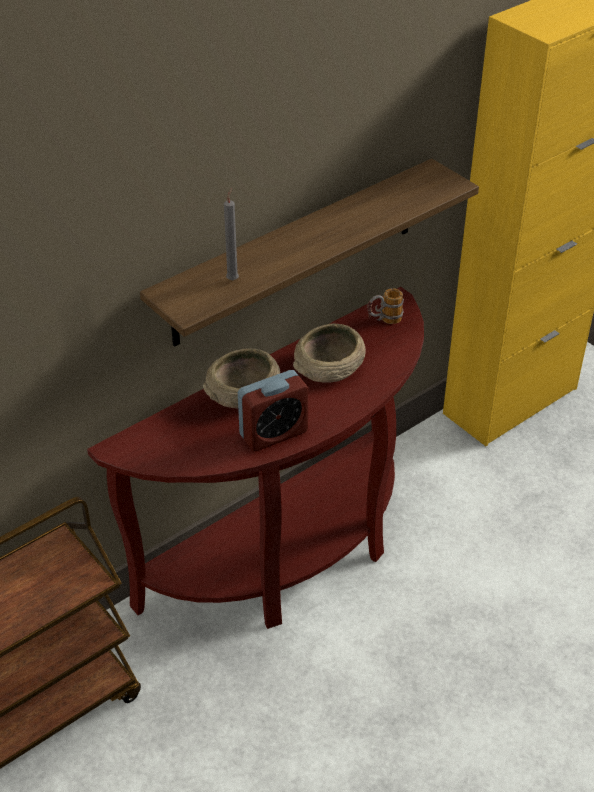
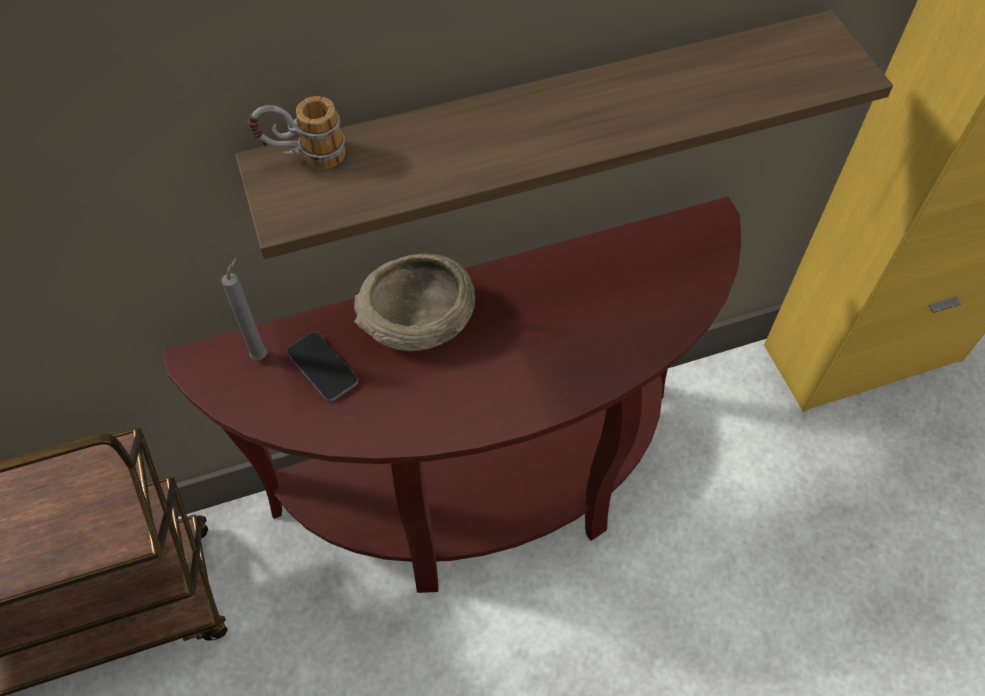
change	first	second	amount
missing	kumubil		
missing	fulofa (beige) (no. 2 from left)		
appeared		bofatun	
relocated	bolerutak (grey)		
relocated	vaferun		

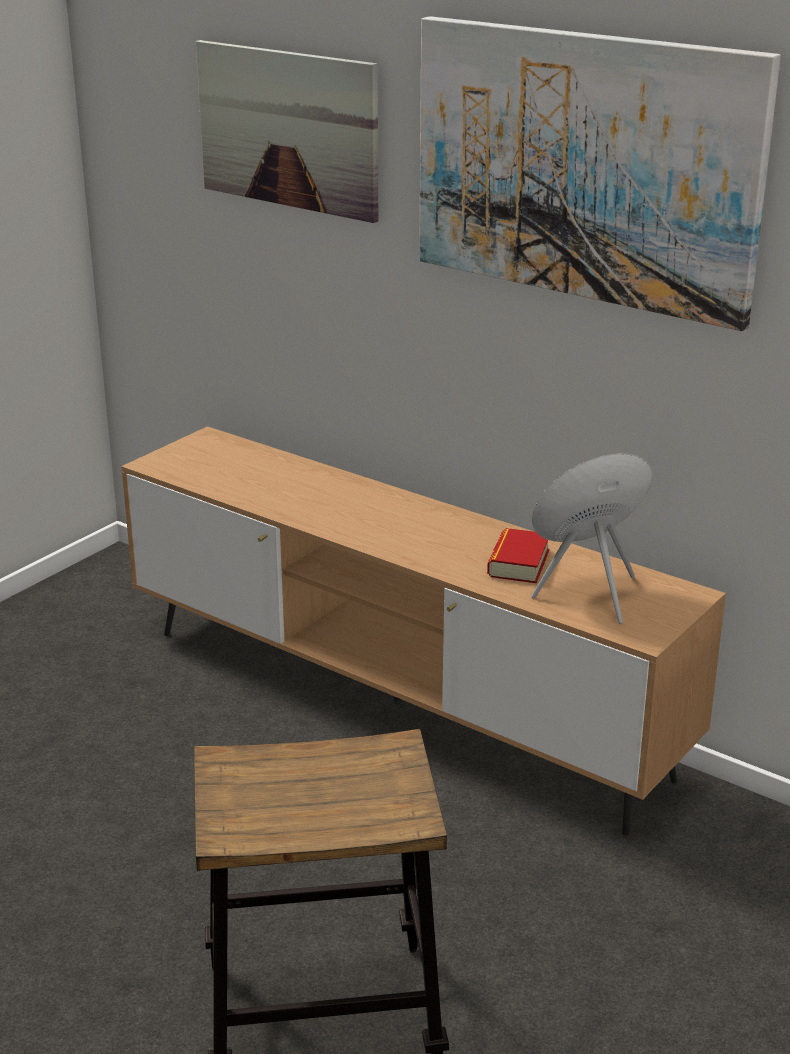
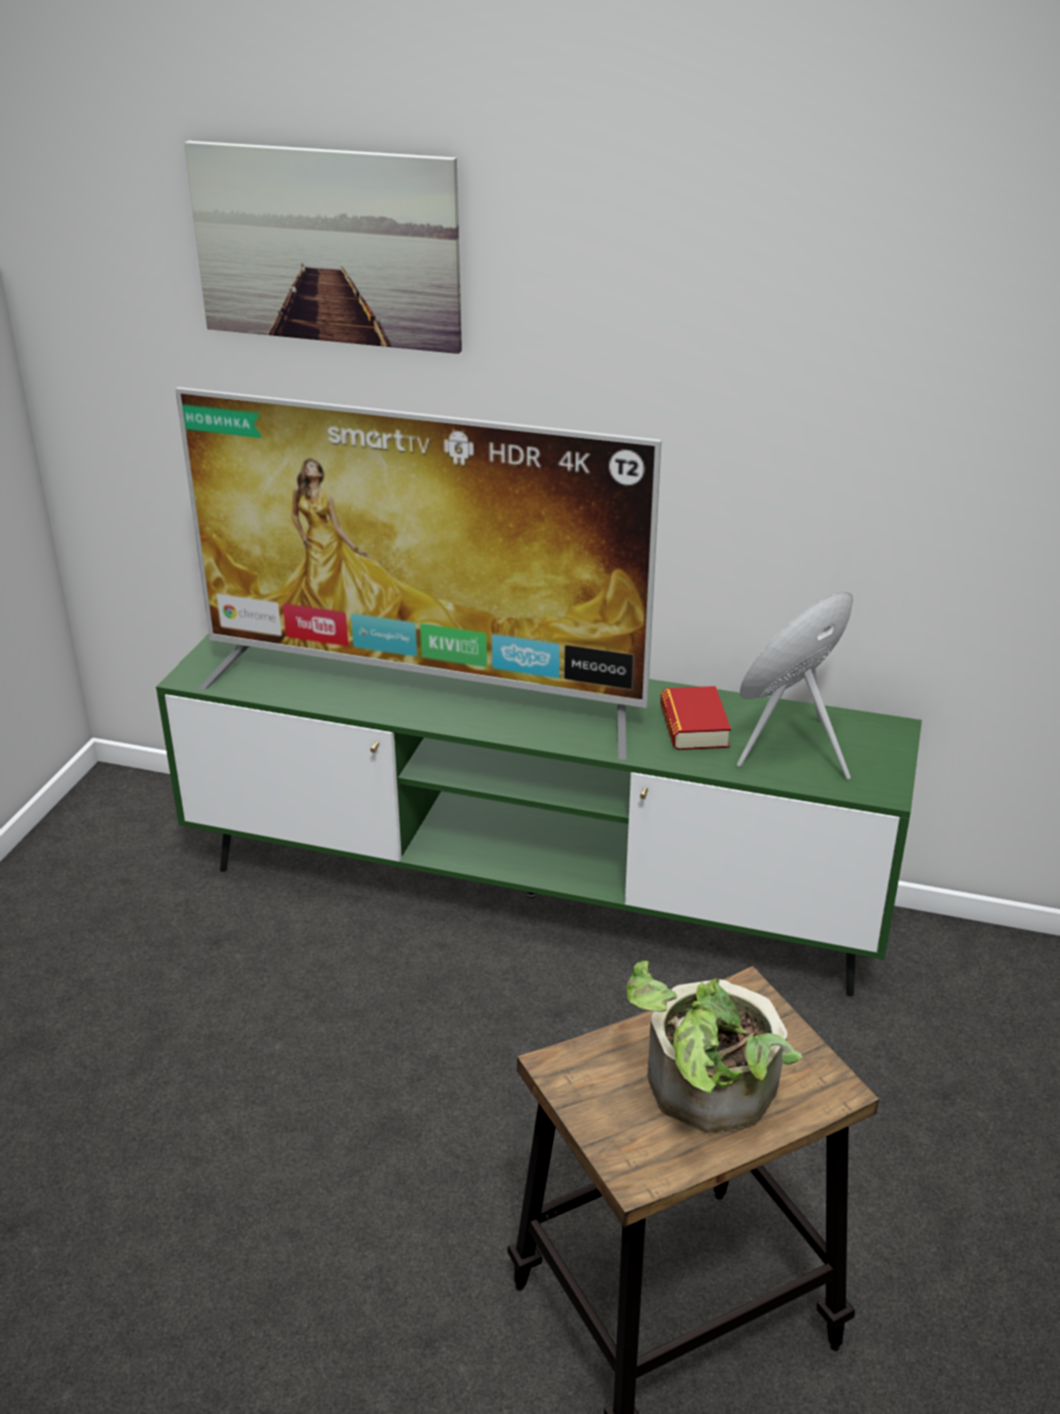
change	first	second	amount
missing	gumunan (no. 2 from left)		
appeared		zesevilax	
appeared		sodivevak	
colour	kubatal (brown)	kubatal (green)	

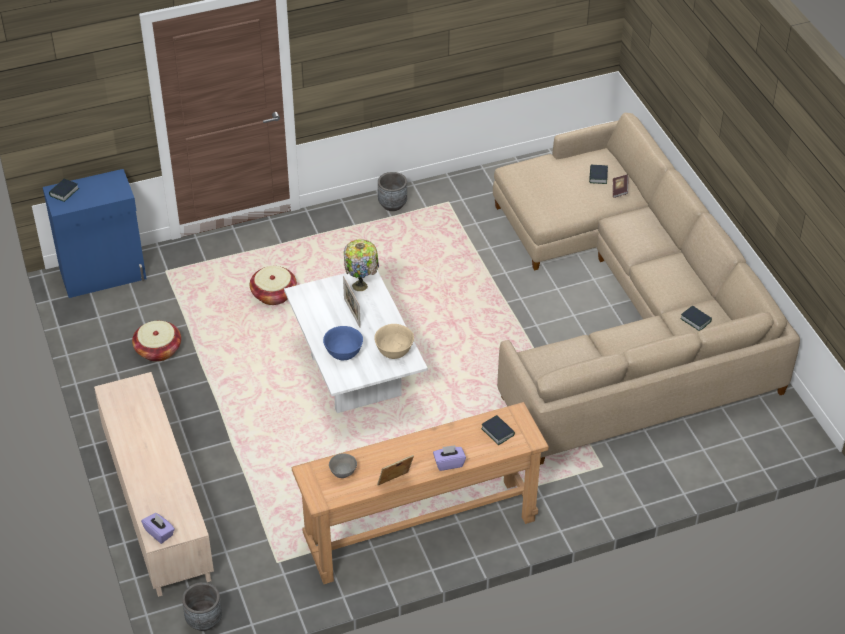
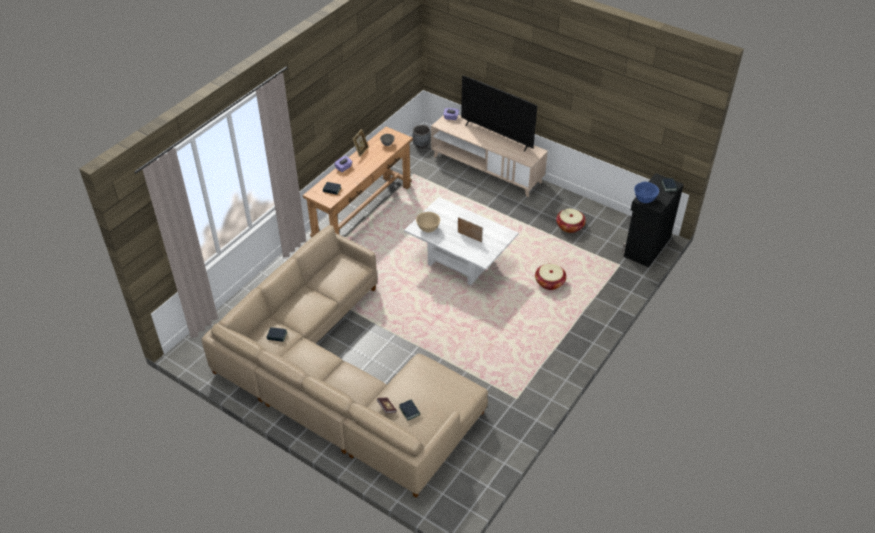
change	first	second	amount
missing	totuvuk		
missing	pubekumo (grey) (no. 2 from left)		
appeared		zesevilax	
relocated	fulofa (blue)		
colour	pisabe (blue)	pisabe (black)	

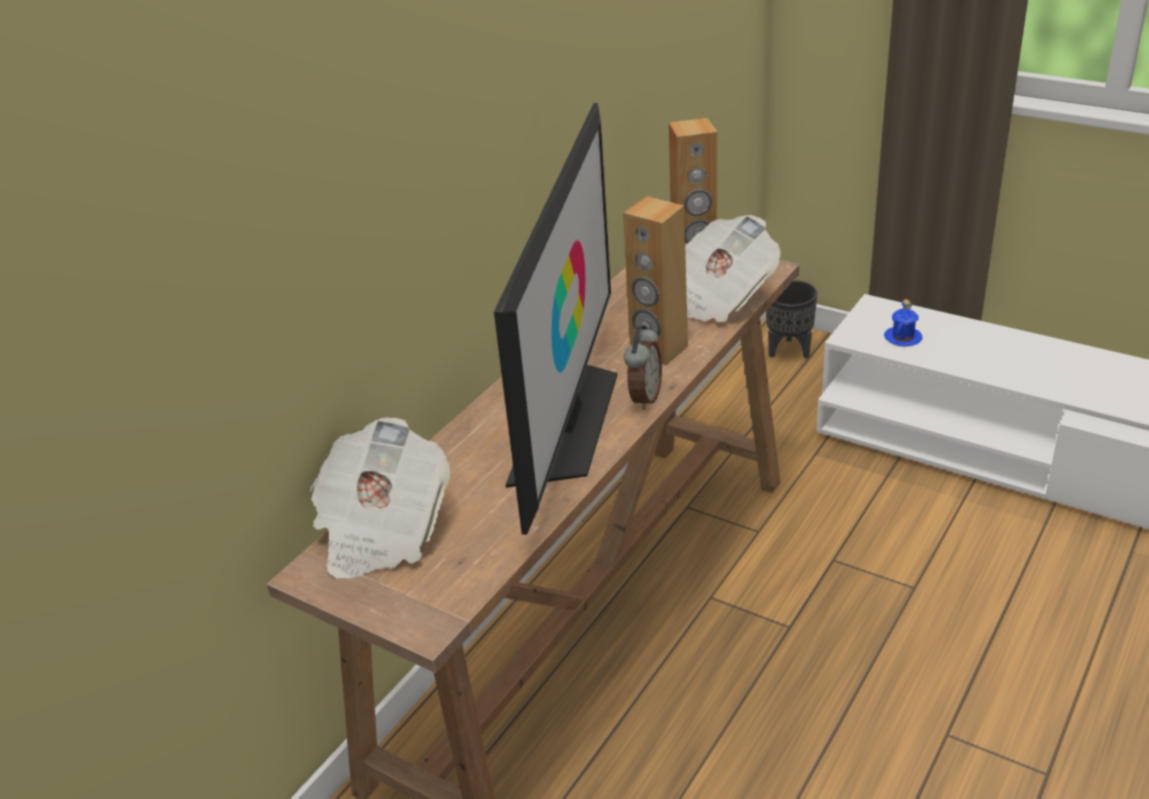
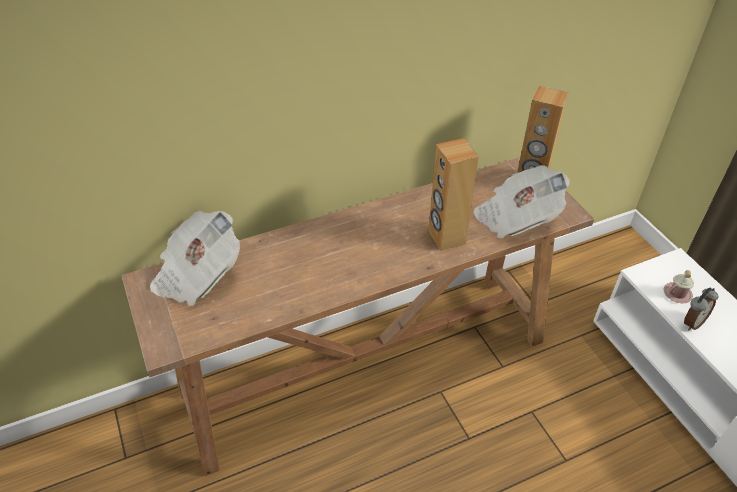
change	first	second	amount
missing	zesevilax		
missing	pubekumo (black)		
relocated	kumubil		
colour	vaferun (blue)	vaferun (pink)	

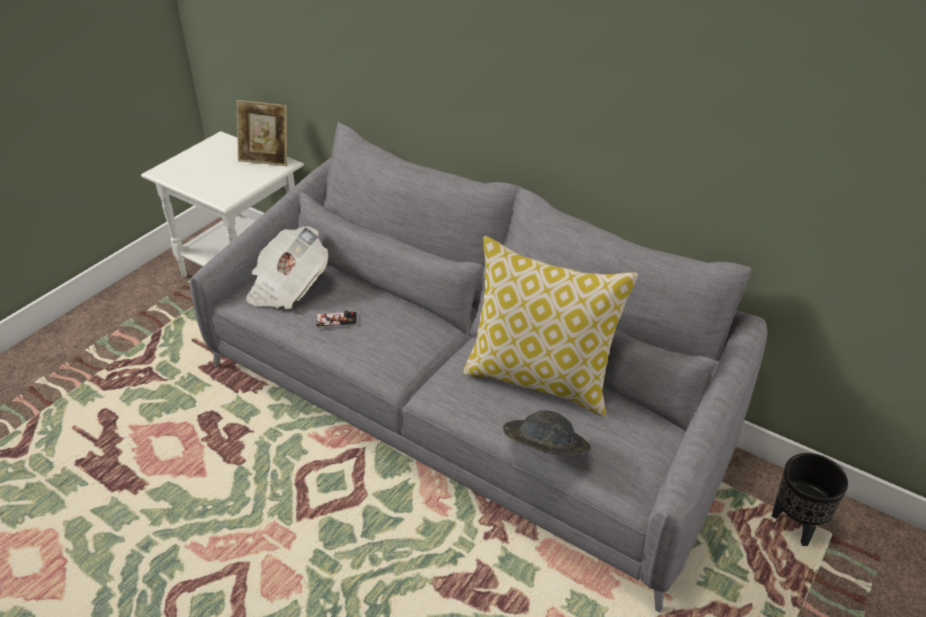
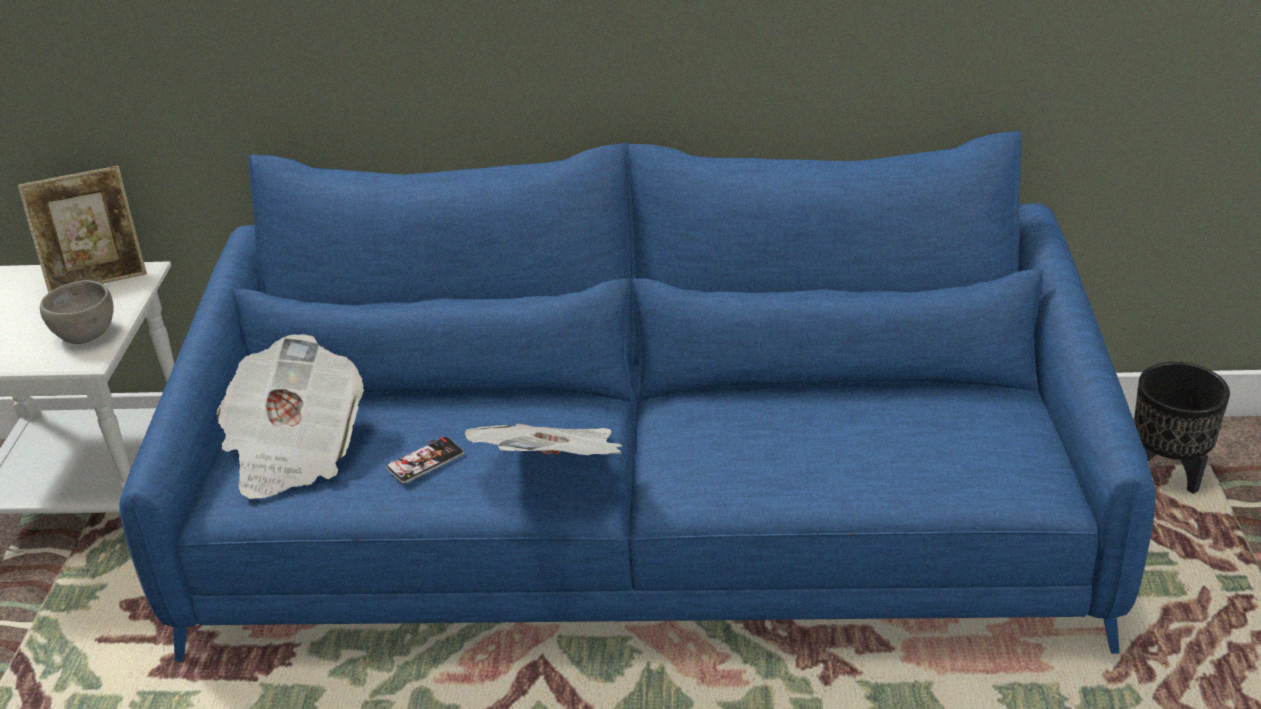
change	first	second	amount
missing	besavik		
missing	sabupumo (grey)		
appeared		fulofa (grey)	
appeared		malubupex (no. 2 from left)	
colour	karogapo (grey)	karogapo (blue)	

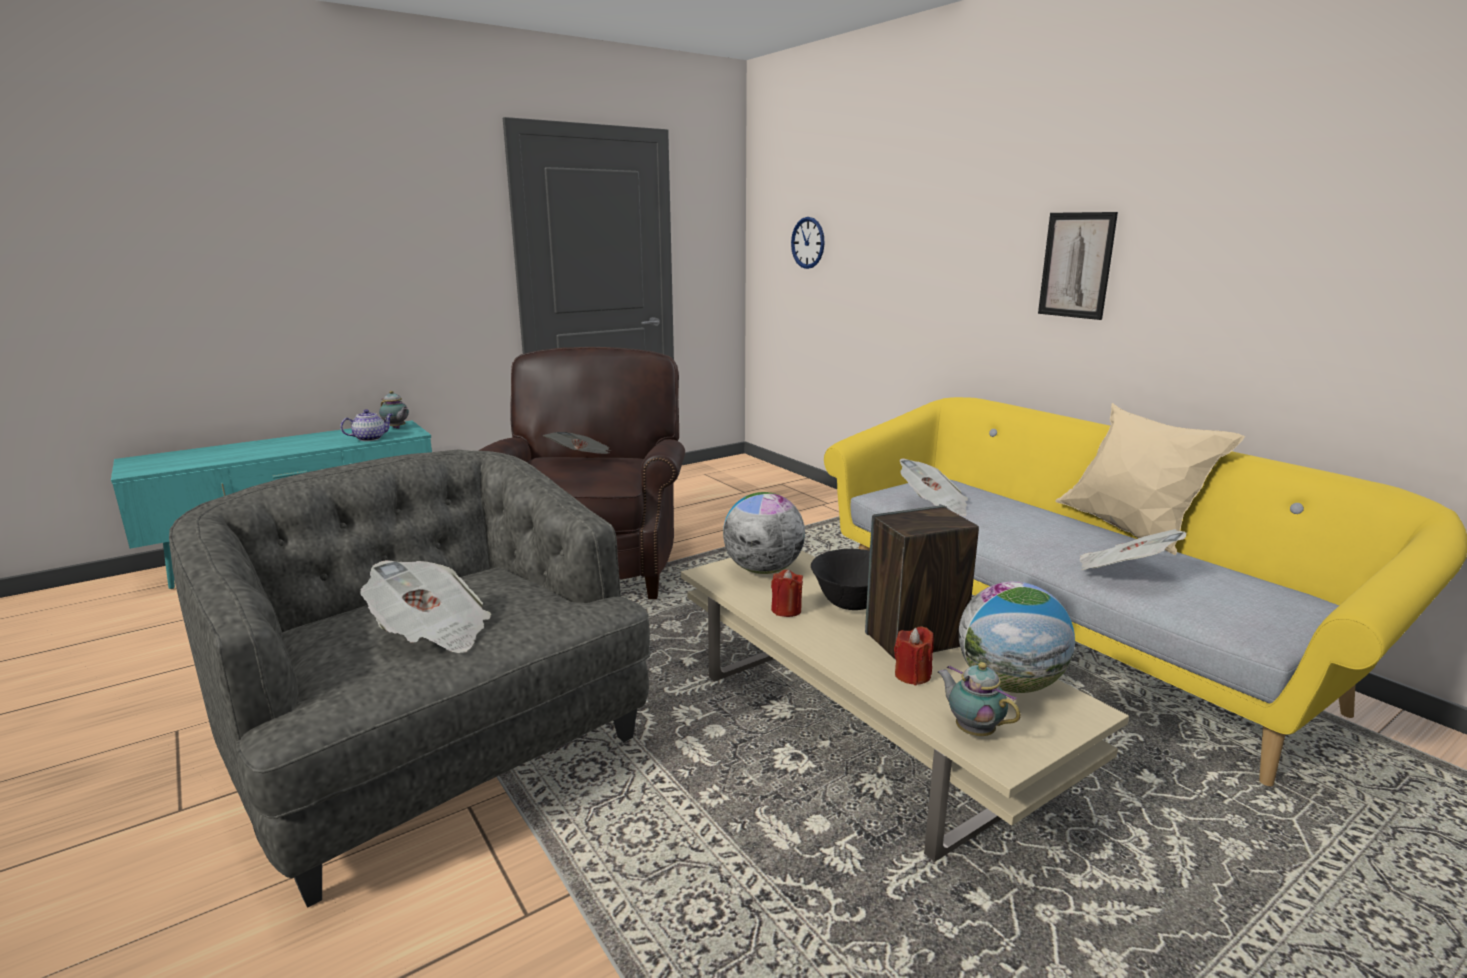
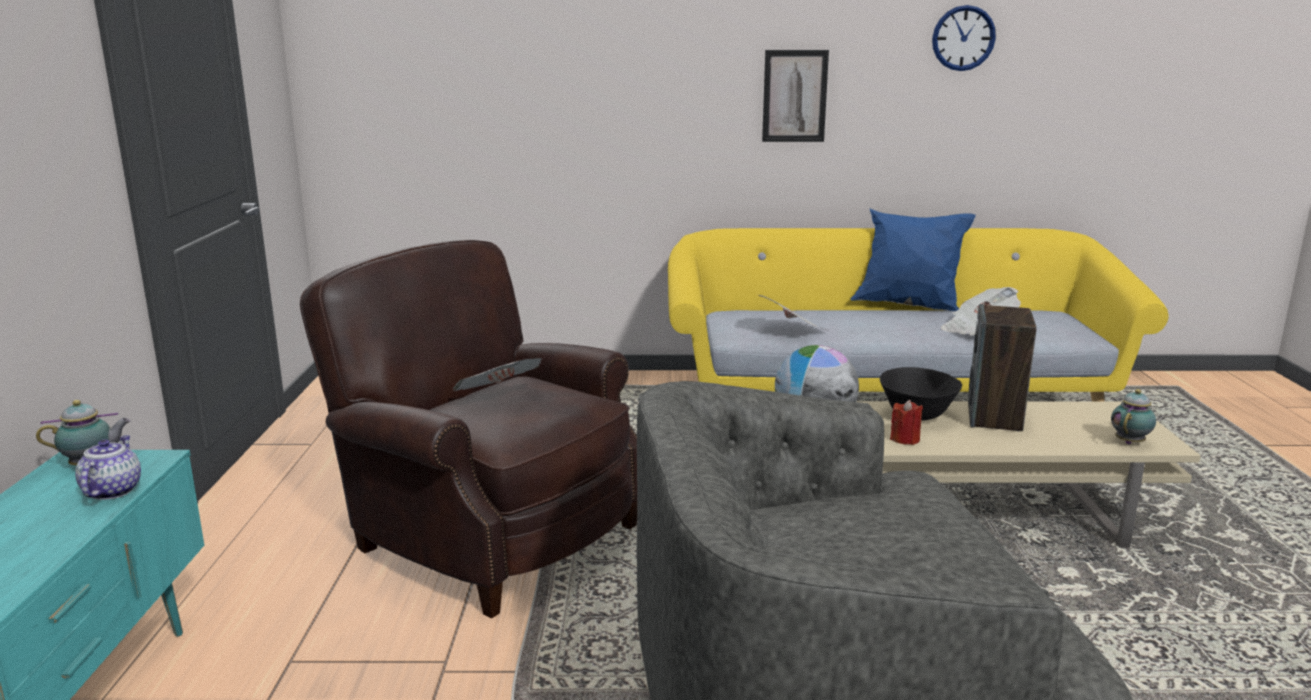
change	first	second	amount
missing	malubupex (no. 1 from left)		
missing	bolerutak (red) (no. 2 from left)		
missing	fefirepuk (no. 2 from left)		
relocated	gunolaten		
colour	besavik (beige)	besavik (blue)	
spun	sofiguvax (no. 3 from left)		135 degrees clockwise

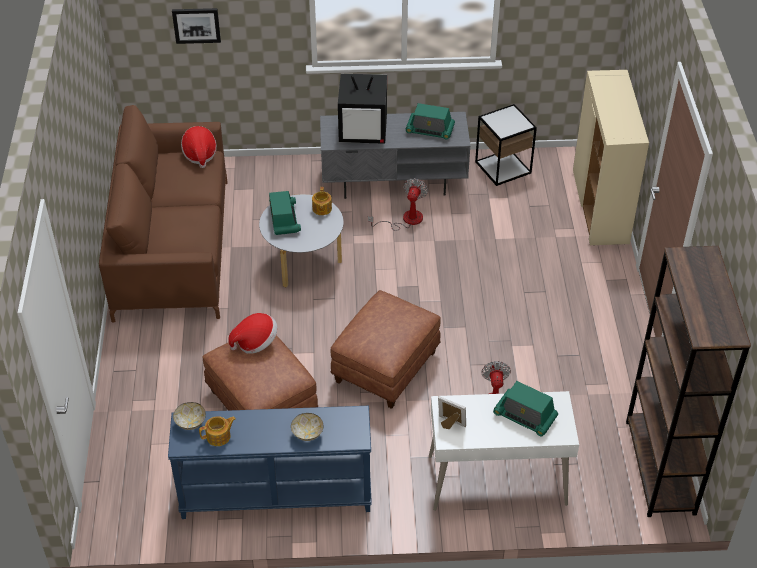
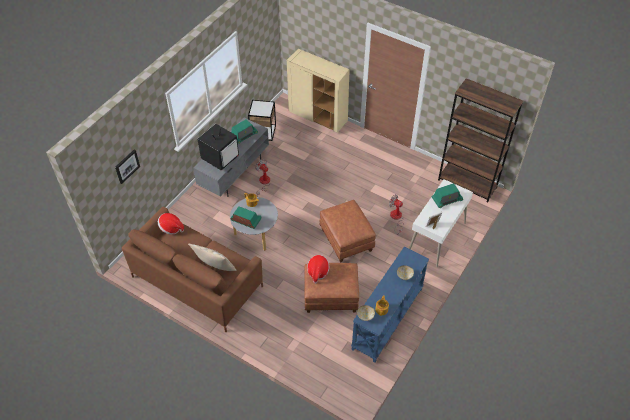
change	first	second	amount
appeared		besavik (beige)	

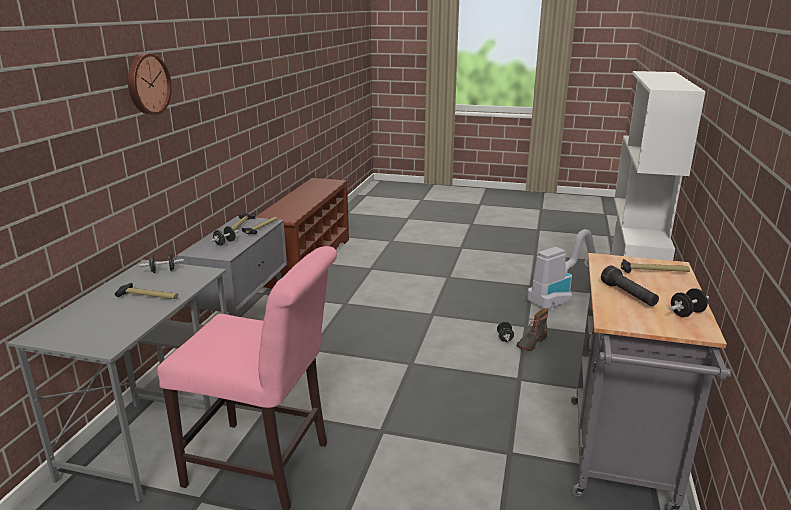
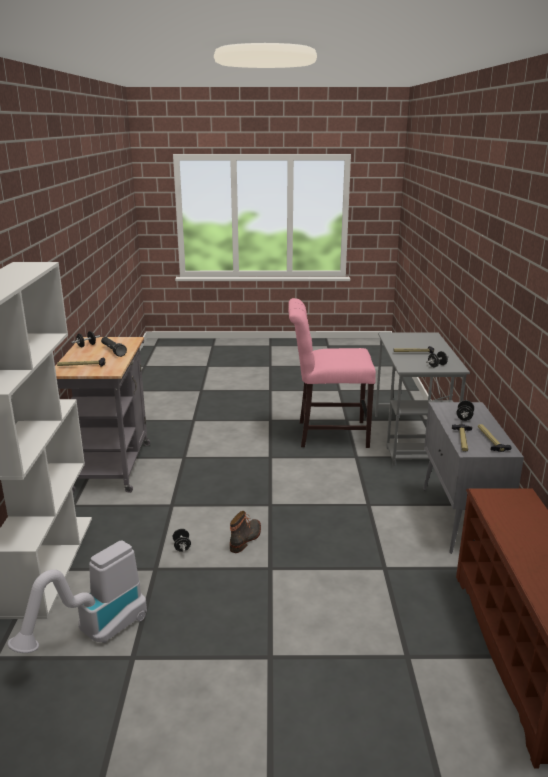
change	first	second	amount
missing	gunolaten		
relocated	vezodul		

